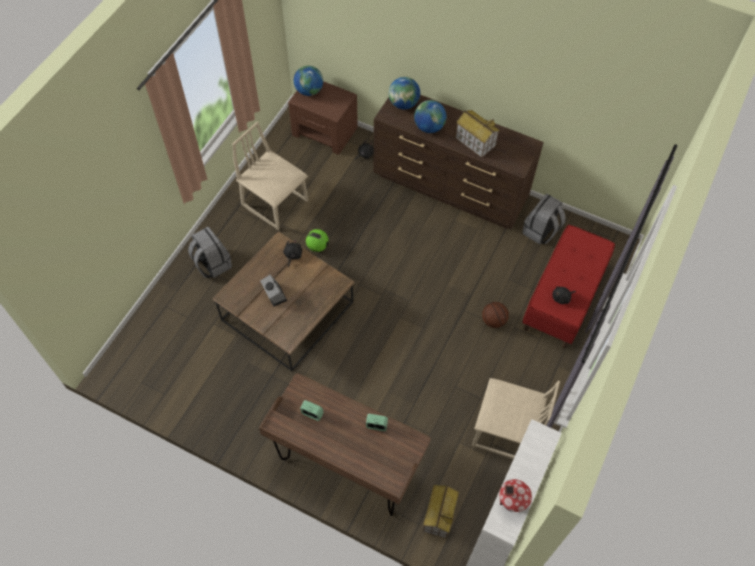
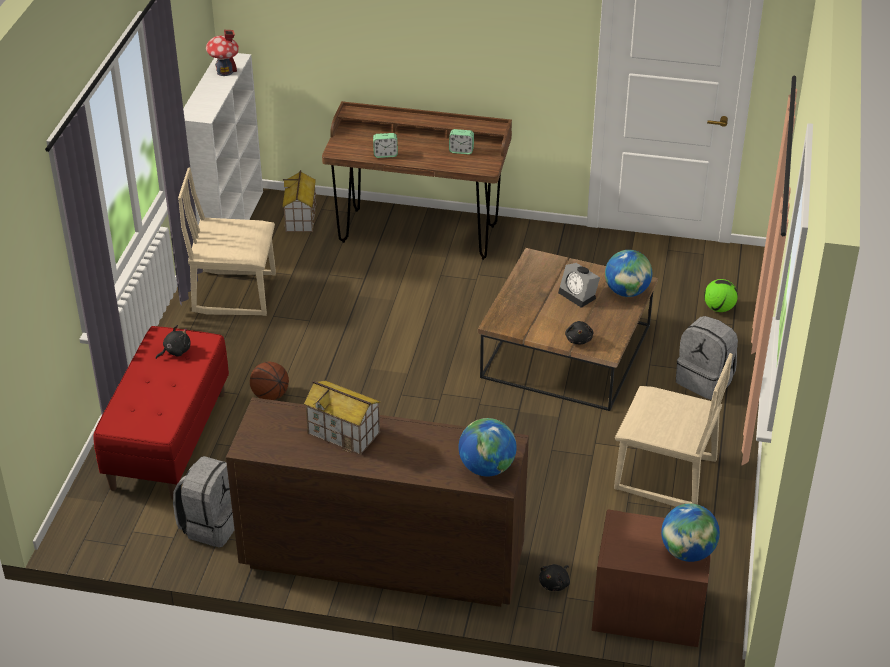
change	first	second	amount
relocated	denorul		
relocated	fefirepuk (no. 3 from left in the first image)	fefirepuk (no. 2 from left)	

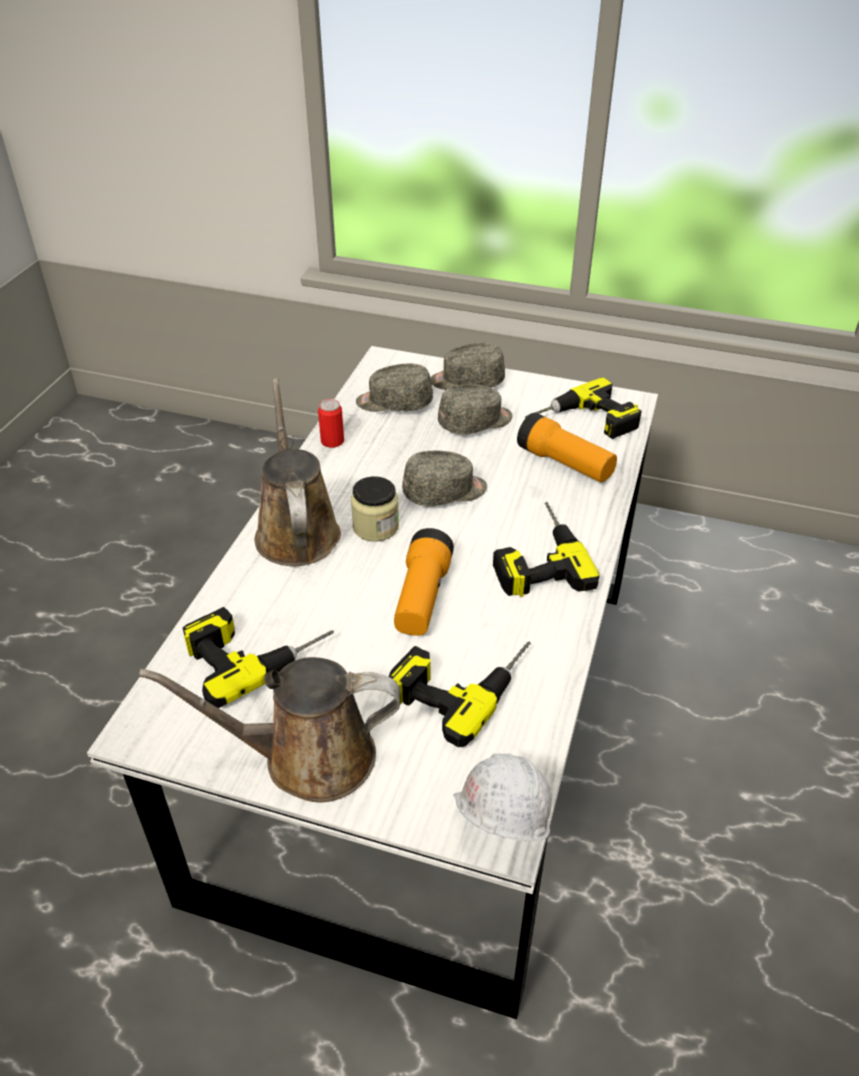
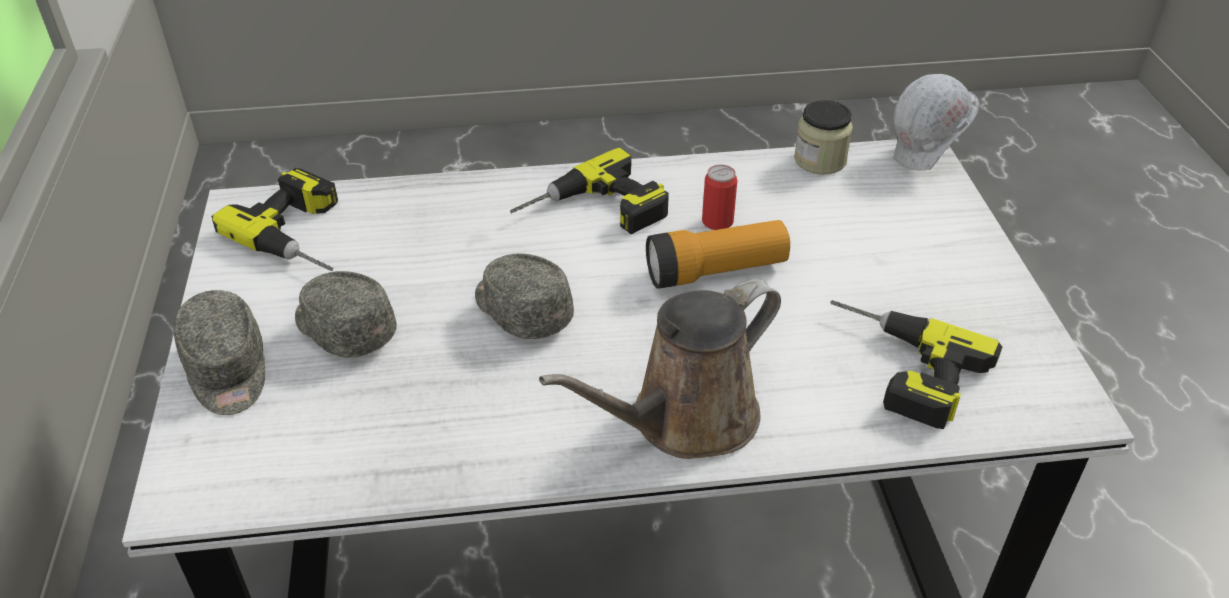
change	first	second	amount
missing	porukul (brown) (no. 1 from left)		
missing	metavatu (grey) (no. 1 from left)		
missing	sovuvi (no. 2 from left)		
missing	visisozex (no. 2 from left)		
relocated	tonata		
relocated	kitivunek		

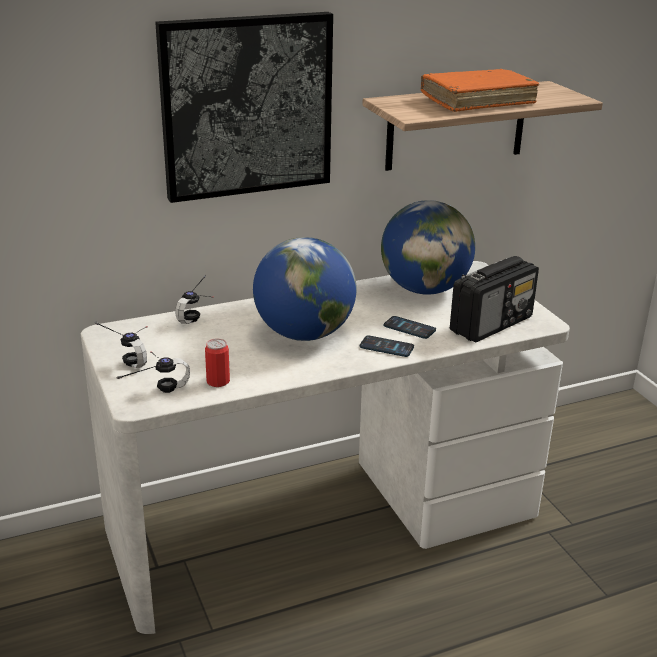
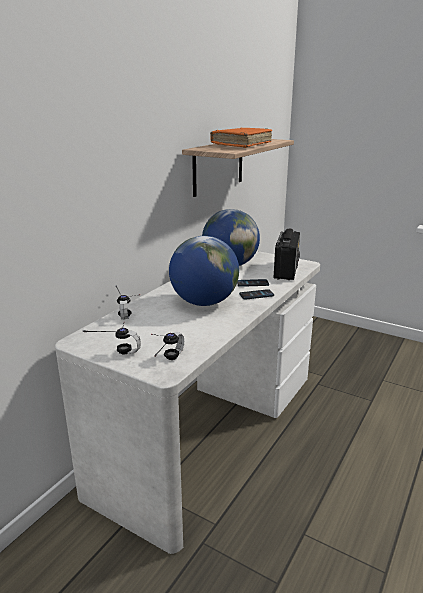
change	first	second	amount
missing	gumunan		
missing	tonata		

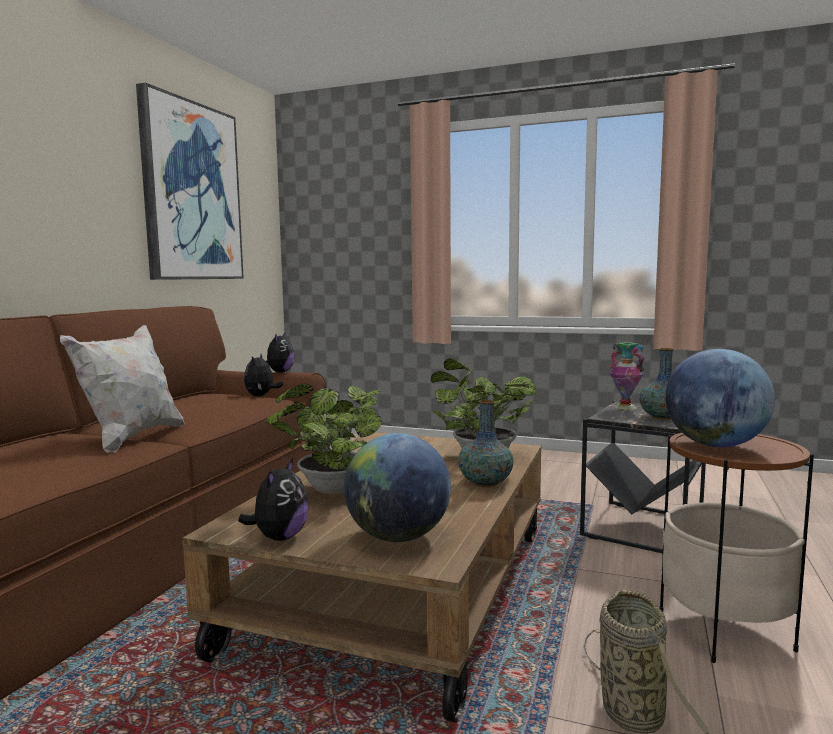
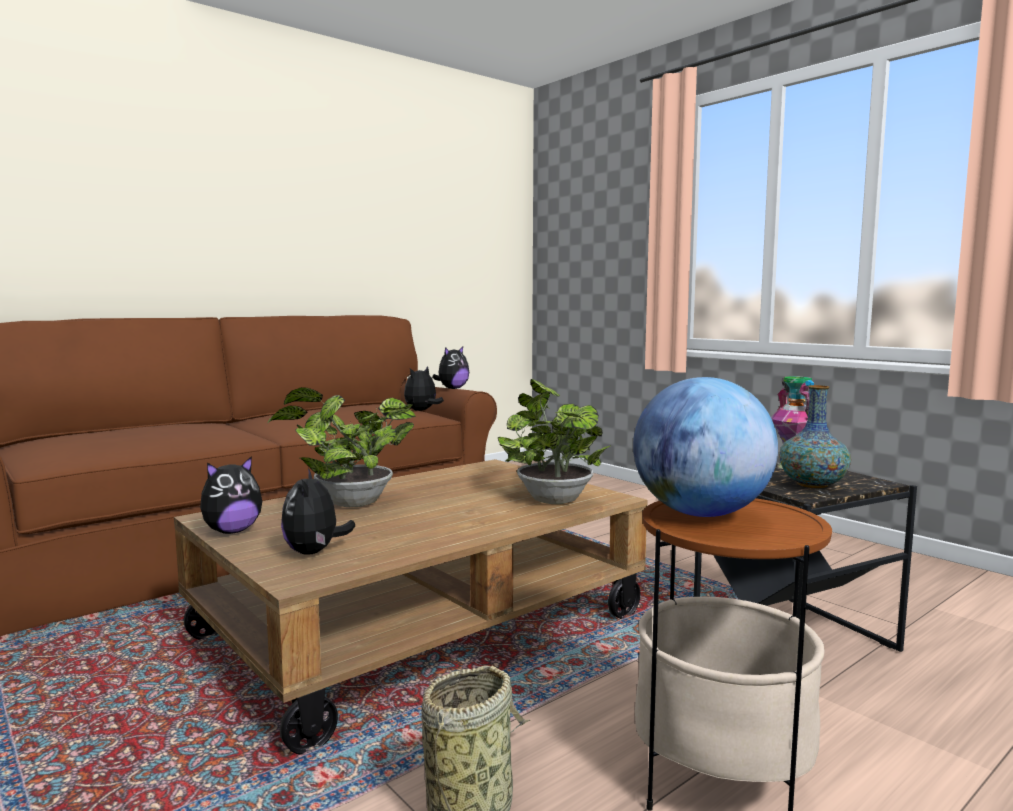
change	first	second	amount
missing	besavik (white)		
missing	gumunan		
missing	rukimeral (no. 1 from left)		
exchanged	fefirepuk (no. 1 from left)	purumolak (no. 2 from left)	

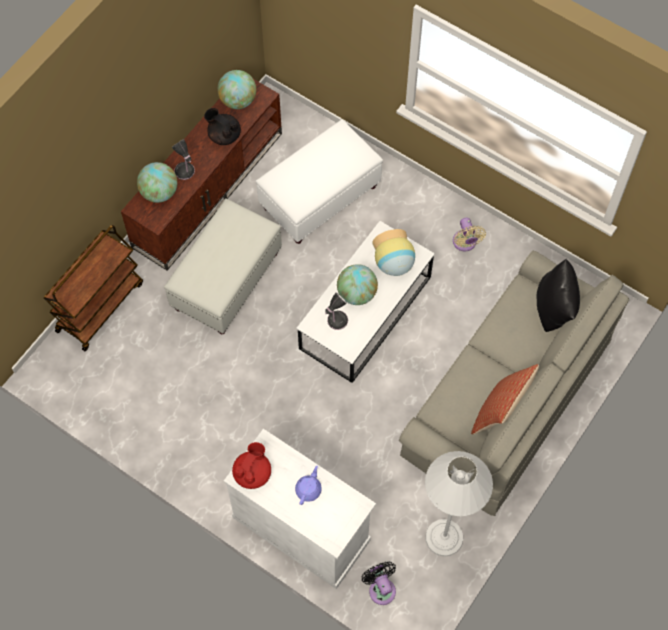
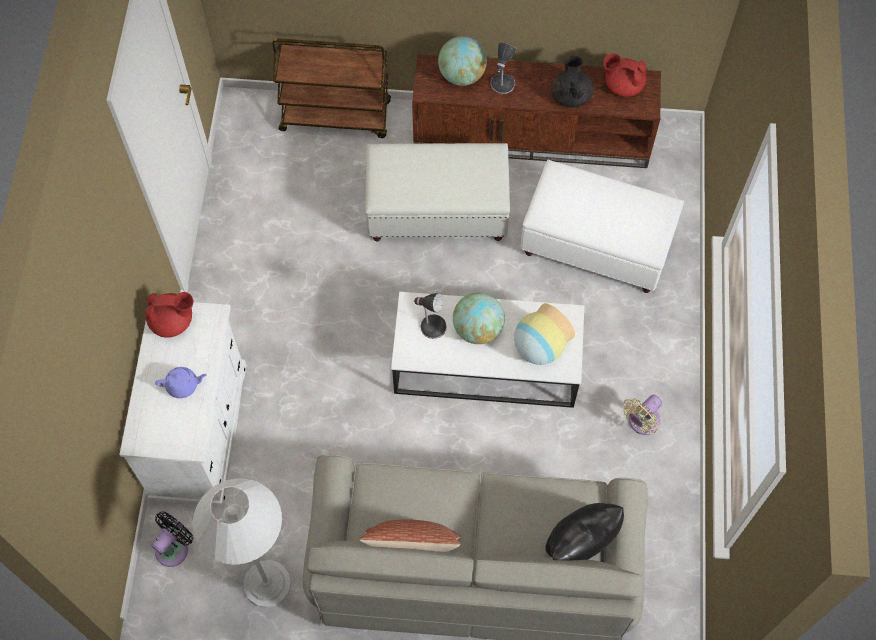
change	first	second	amount
exchanged	fefirepuk (no. 2 from left)	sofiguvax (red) (no. 2 from left)	

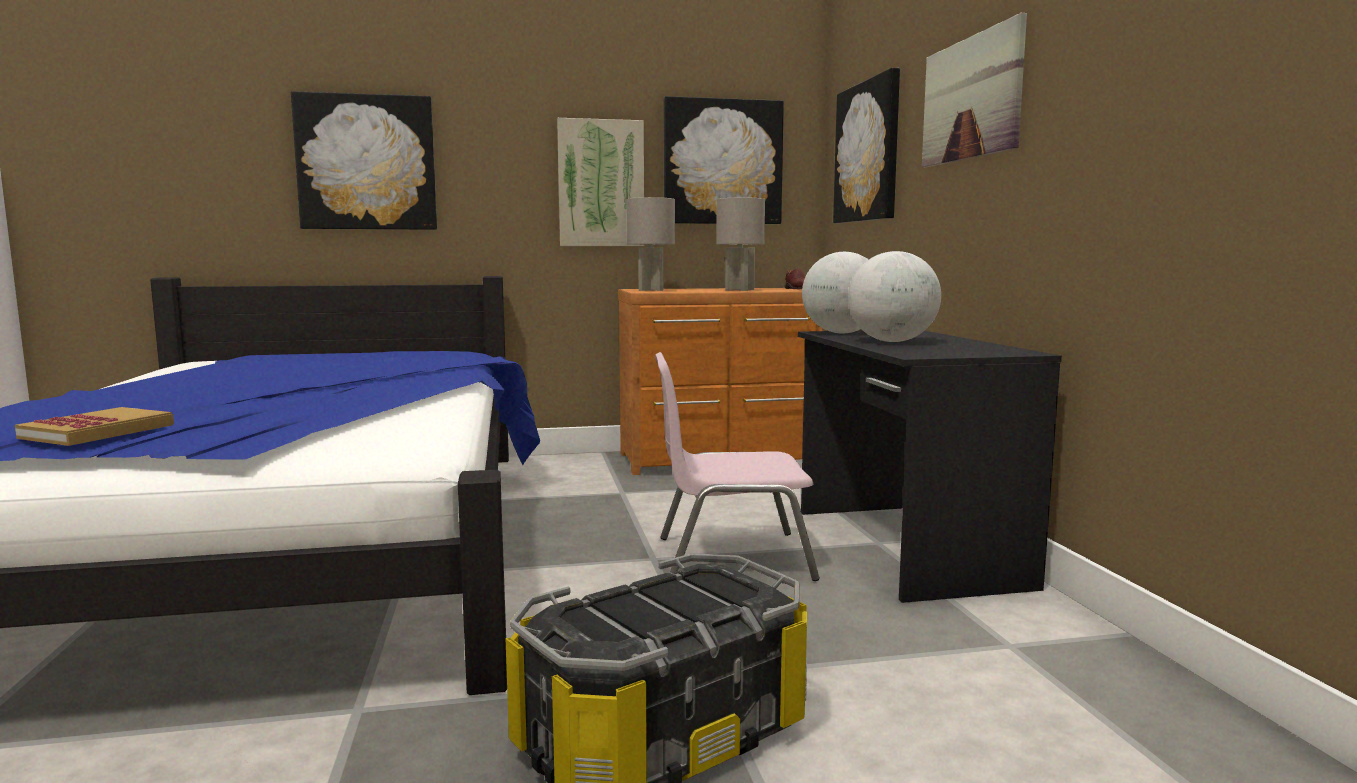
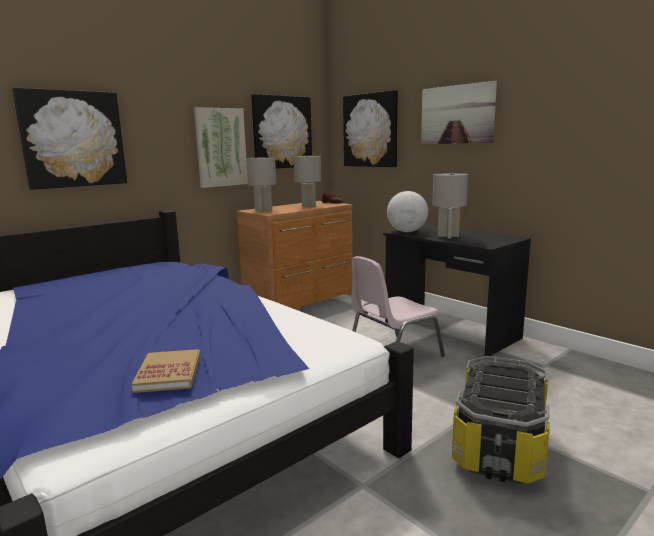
change	first	second	amount
exchanged	fefirepuk (no. 2 from left)	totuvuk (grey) (no. 3 from left)	

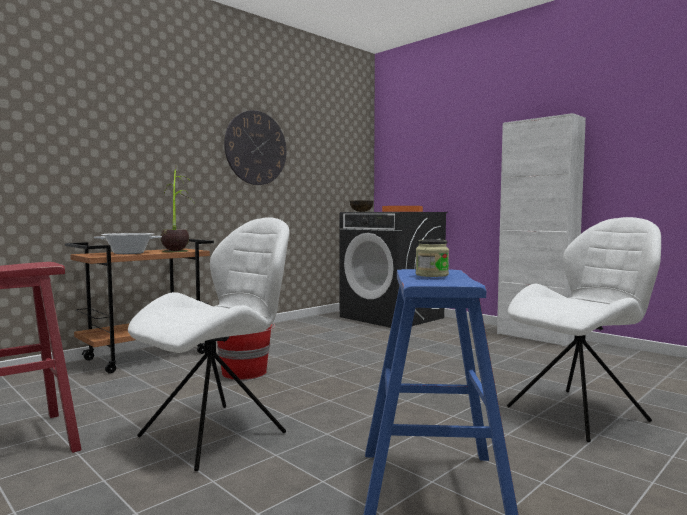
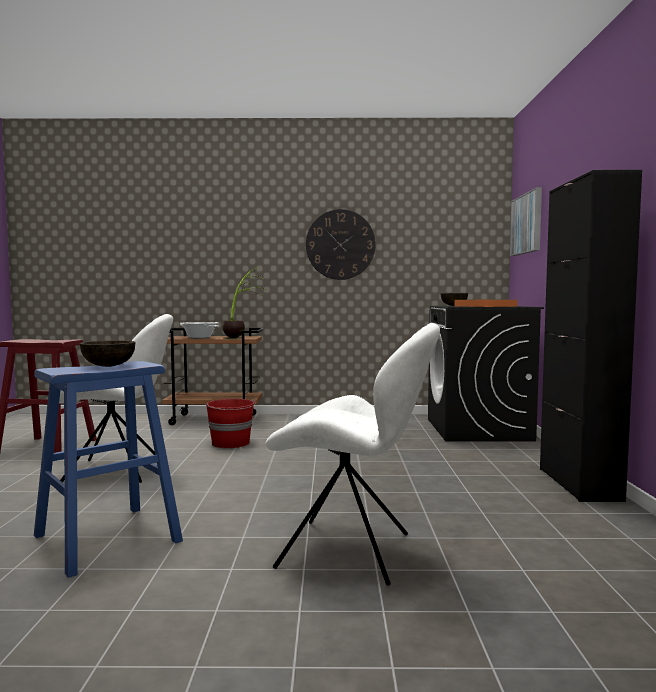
change	first	second	amount
appeared		gumunan	
exchanged	kitivunek	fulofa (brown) (no. 1 from left)	
colour	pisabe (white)	pisabe (black)	

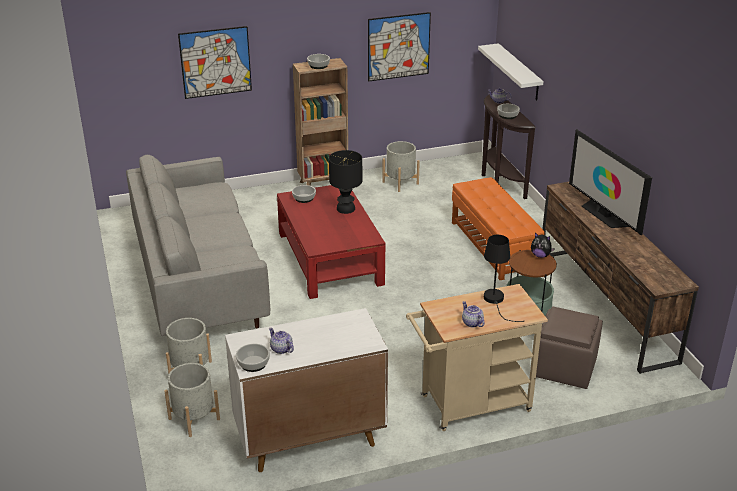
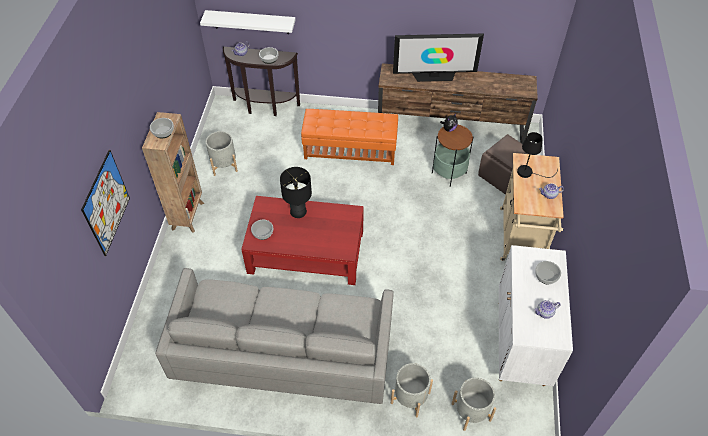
change	first	second	amount
missing	gumunan (no. 2 from left)		
relocated	fulofa (no. 1 from left in the first image)	fulofa (no. 4 from left)	

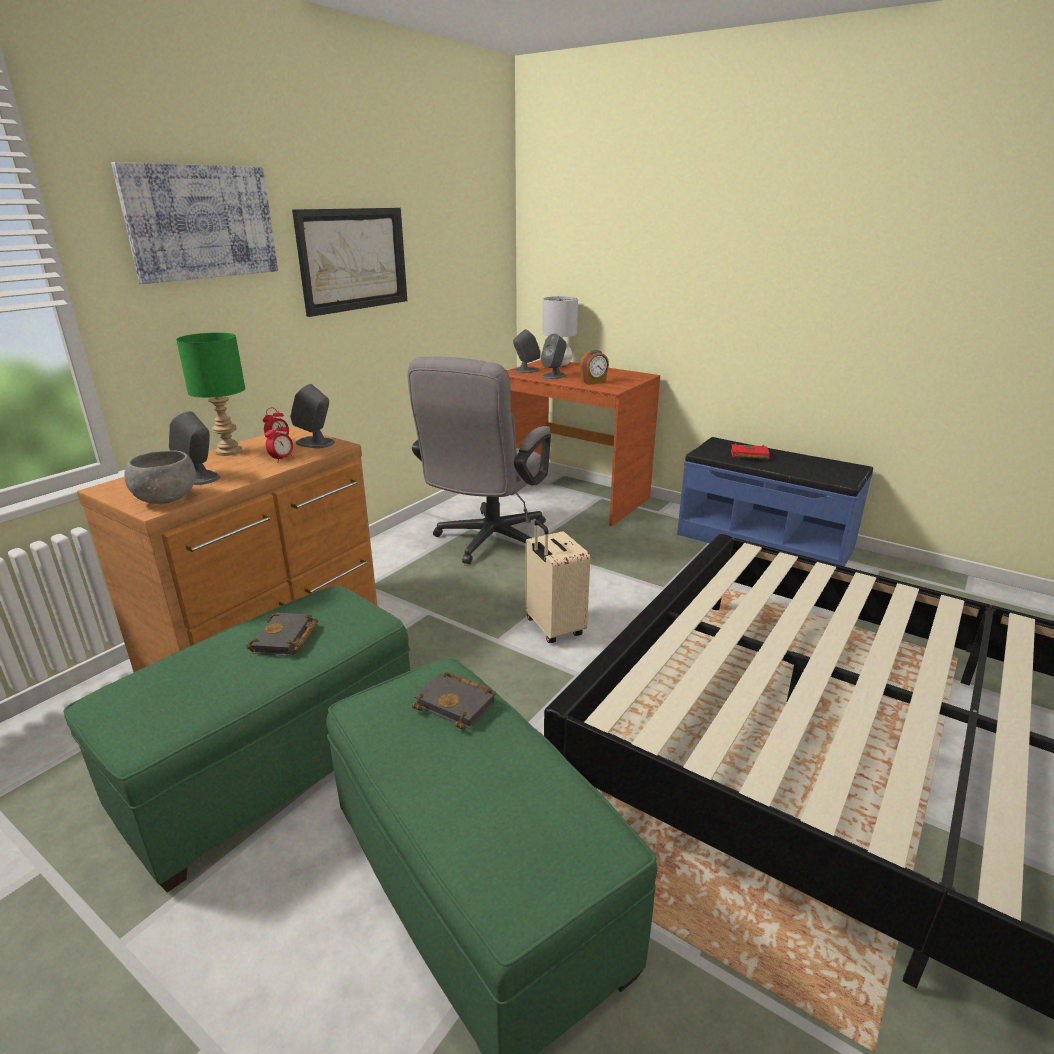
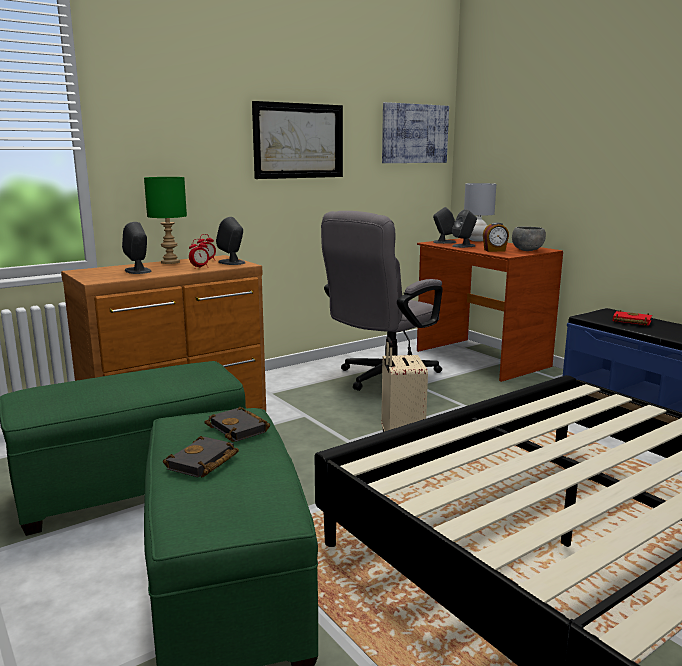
change	first	second	amount
relocated	gumunan (no. 1 from left in the first image)	gumunan (no. 2 from left)	
relocated	fulofa (grey)		
relocated	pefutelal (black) (no. 1 from left)		

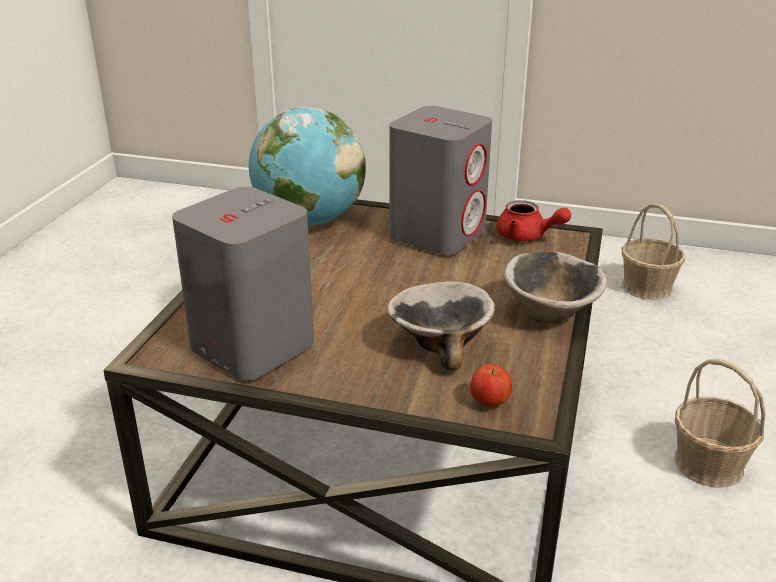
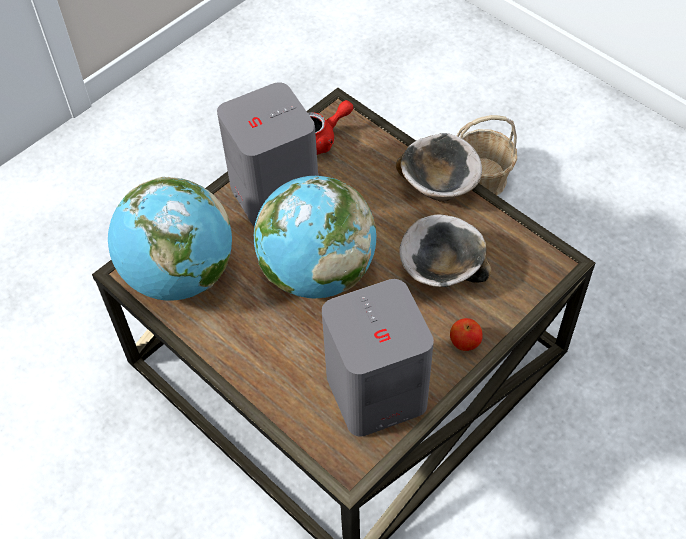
change	first	second	amount
missing	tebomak (no. 1 from left)		
appeared		fefirepuk (no. 2 from left)	
relocated	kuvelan		

